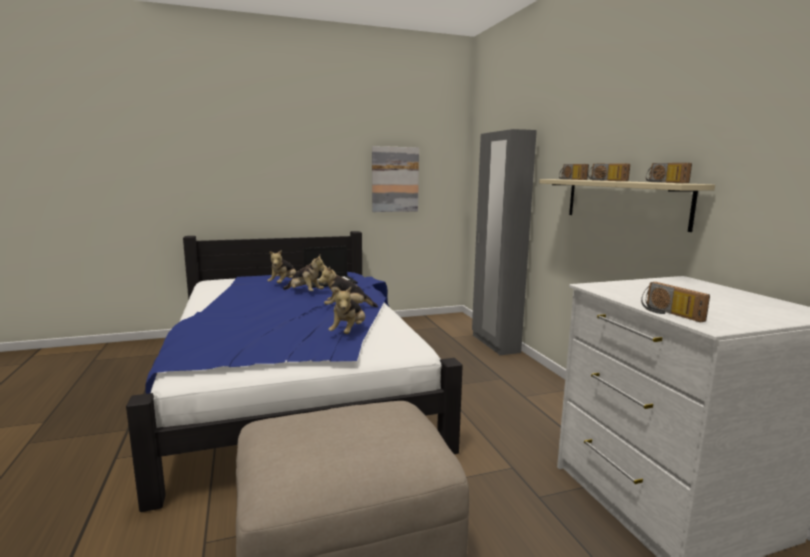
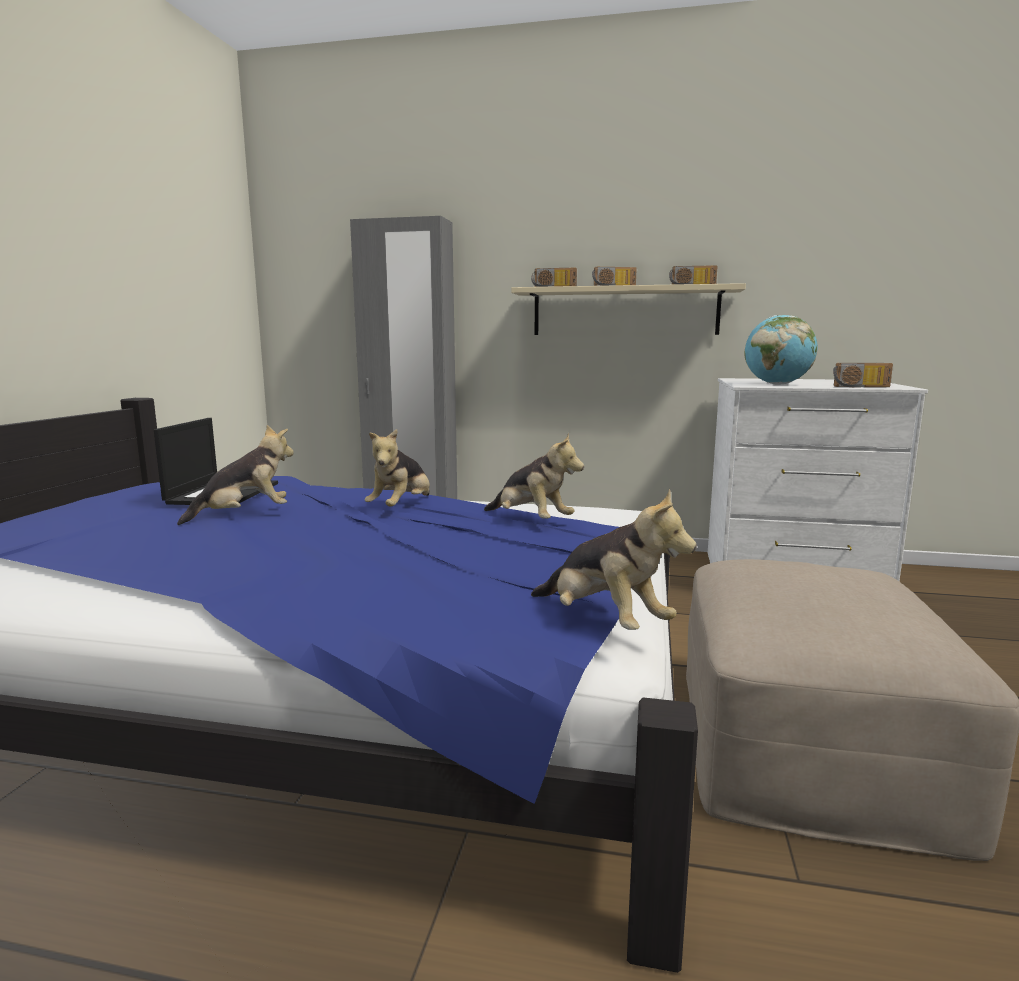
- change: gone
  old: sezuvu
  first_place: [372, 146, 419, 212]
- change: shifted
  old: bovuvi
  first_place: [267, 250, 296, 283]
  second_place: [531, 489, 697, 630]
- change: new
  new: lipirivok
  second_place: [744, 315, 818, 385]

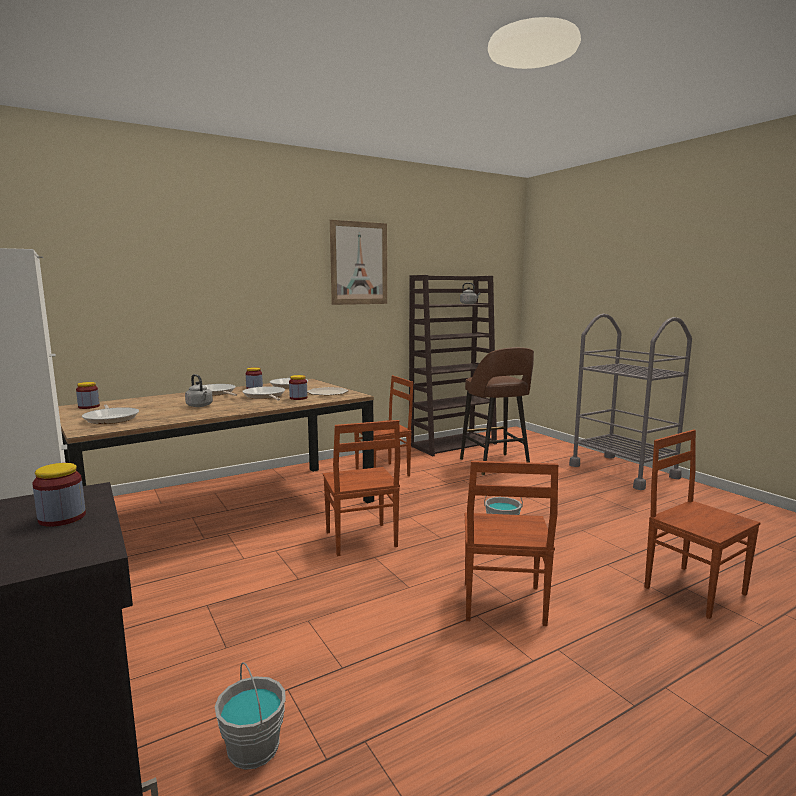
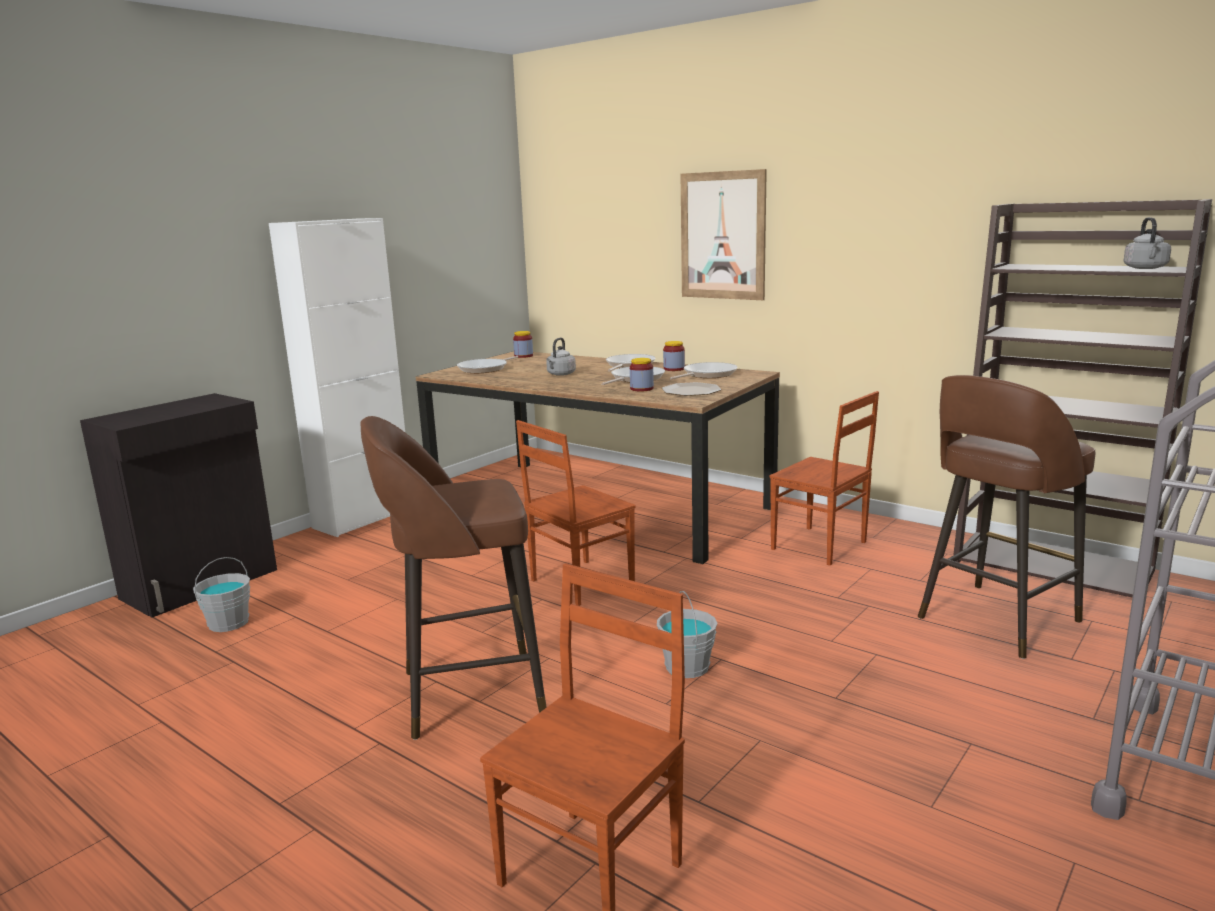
- change: shifted
  old: sezuvu
  first_place: [330, 220, 387, 305]
  second_place: [681, 169, 767, 300]
- change: swapped
  old: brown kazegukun
  new: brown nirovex
  first_place: [465, 461, 558, 626]
  second_place: [360, 416, 547, 740]
- change: gone
  old: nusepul
  first_place: [32, 463, 86, 527]

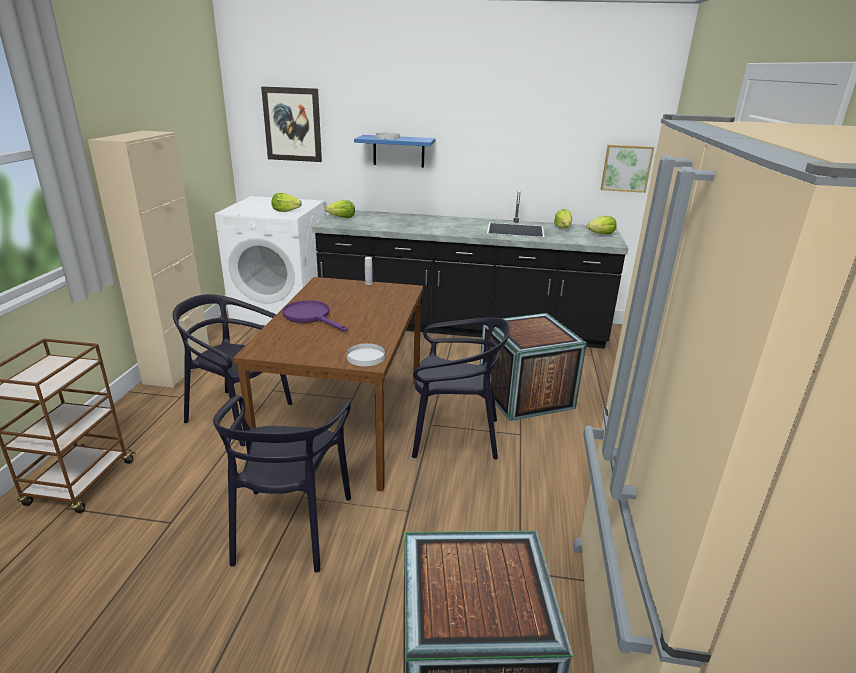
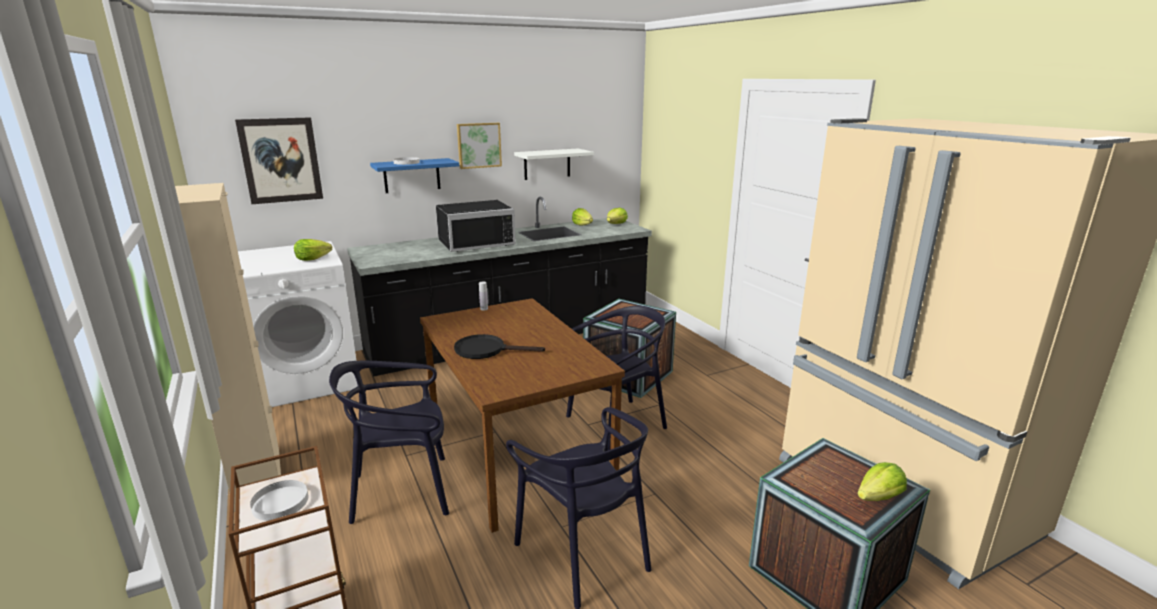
- change: shifted
  old: sezuvu
  first_place: [601, 145, 654, 193]
  second_place: [457, 123, 502, 169]
- change: shifted
  old: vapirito
  first_place: [326, 200, 355, 218]
  second_place: [857, 462, 907, 501]
- change: repainted
  old: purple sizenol
  new: black sizenol
  first_place: [282, 300, 348, 332]
  second_place: [454, 334, 545, 359]
- change: shifted
  old: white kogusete
  first_place: [347, 343, 385, 366]
  second_place: [250, 480, 309, 521]
- change: new
  new: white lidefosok
  second_place: [514, 149, 594, 180]
- change: new
  new: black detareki
  second_place: [436, 200, 516, 252]

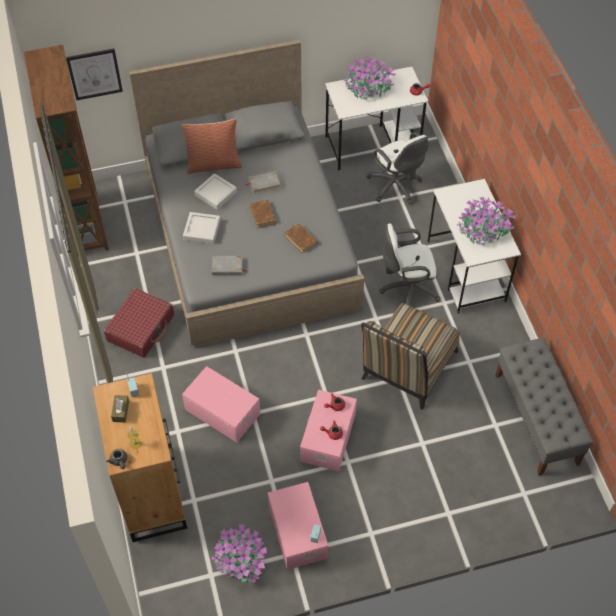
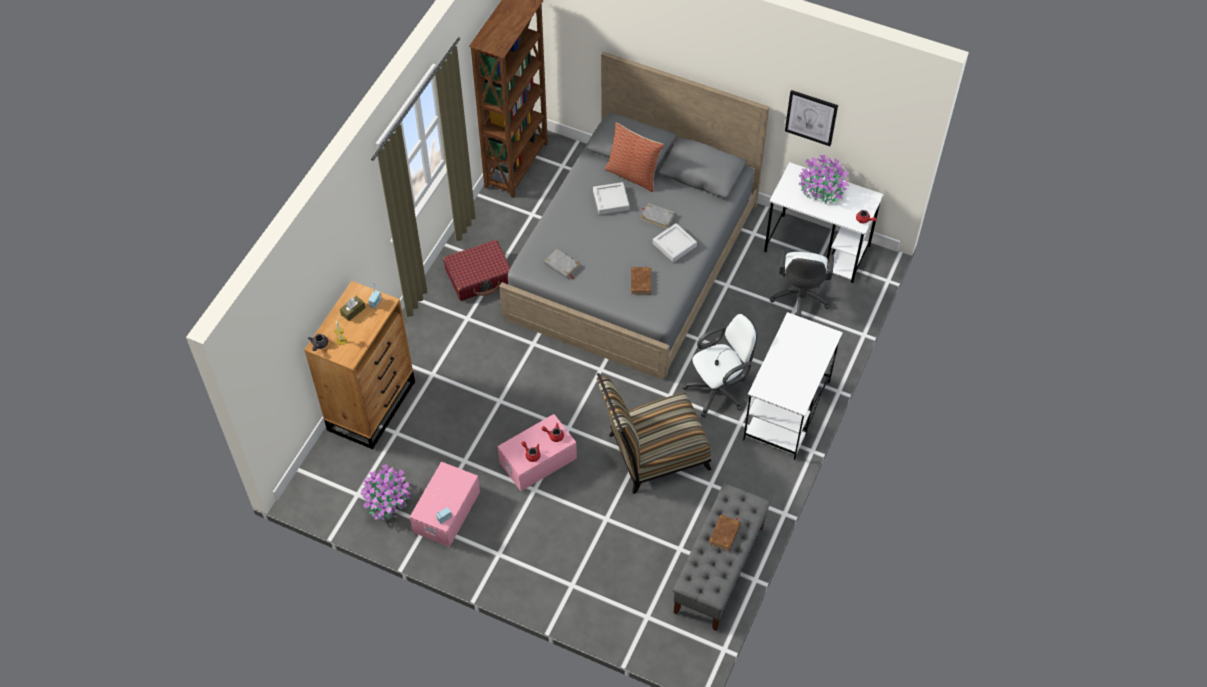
- change: shifted
  old: sezuvu
  first_place: [66, 49, 123, 100]
  second_place: [785, 90, 838, 146]
- change: gone
  old: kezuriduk
  first_place: [457, 197, 516, 245]
- change: shifted
  old: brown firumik
  first_place: [250, 200, 276, 228]
  second_place: [709, 514, 741, 552]
- change: shifted
  old: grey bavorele
  first_place: [183, 212, 220, 244]
  second_place: [653, 223, 697, 262]
- change: rotated
  old: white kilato
  first_place: [380, 224, 441, 306]
  second_place: [682, 314, 757, 418]
  degrees: 120
- change: gone
  old: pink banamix
  first_place: [182, 366, 260, 442]

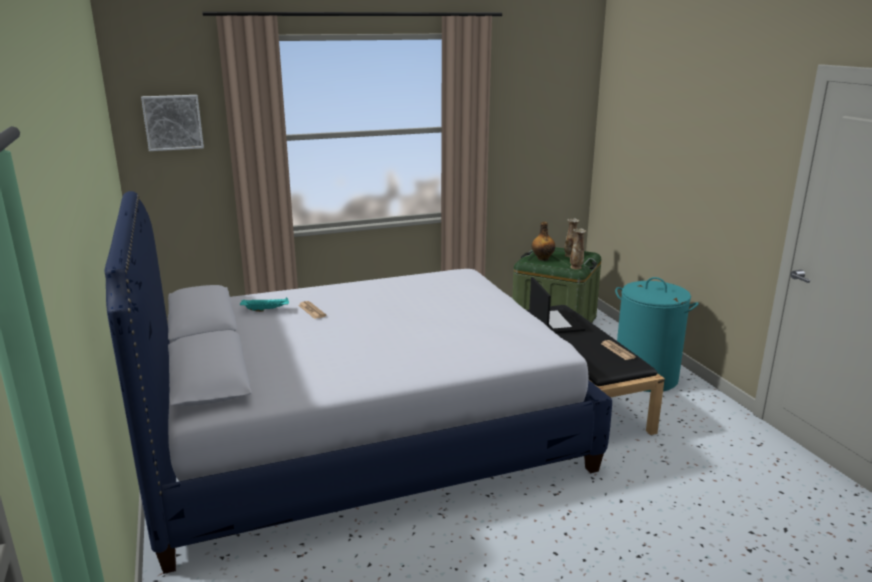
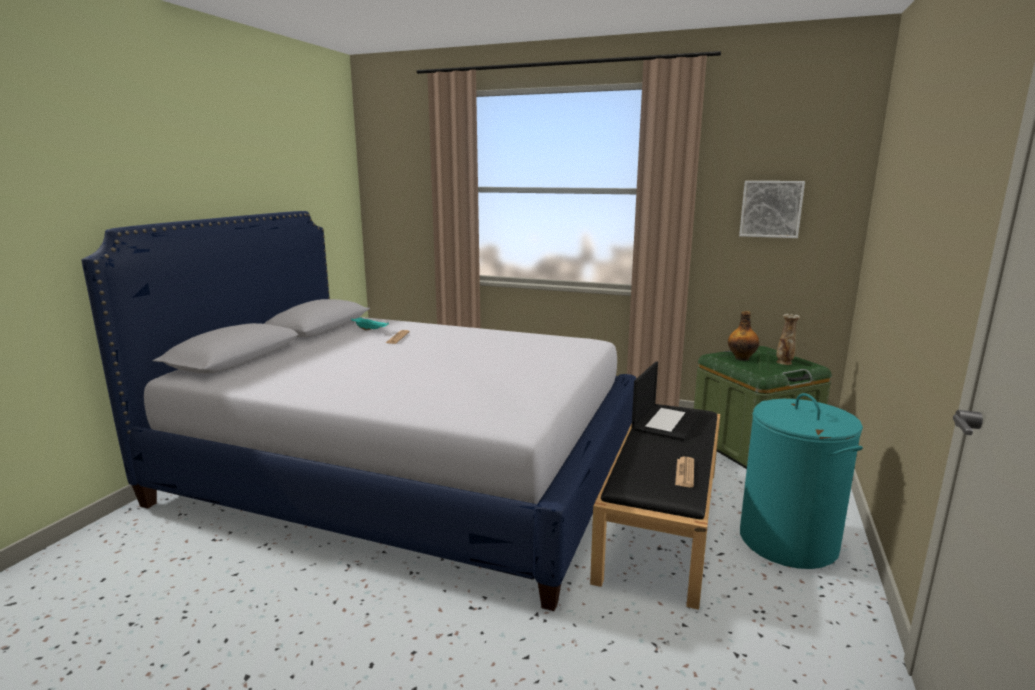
- change: shifted
  old: sezuvu
  first_place: [141, 95, 204, 151]
  second_place: [739, 181, 805, 238]
- change: gone
  old: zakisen
  first_place: [570, 229, 586, 270]

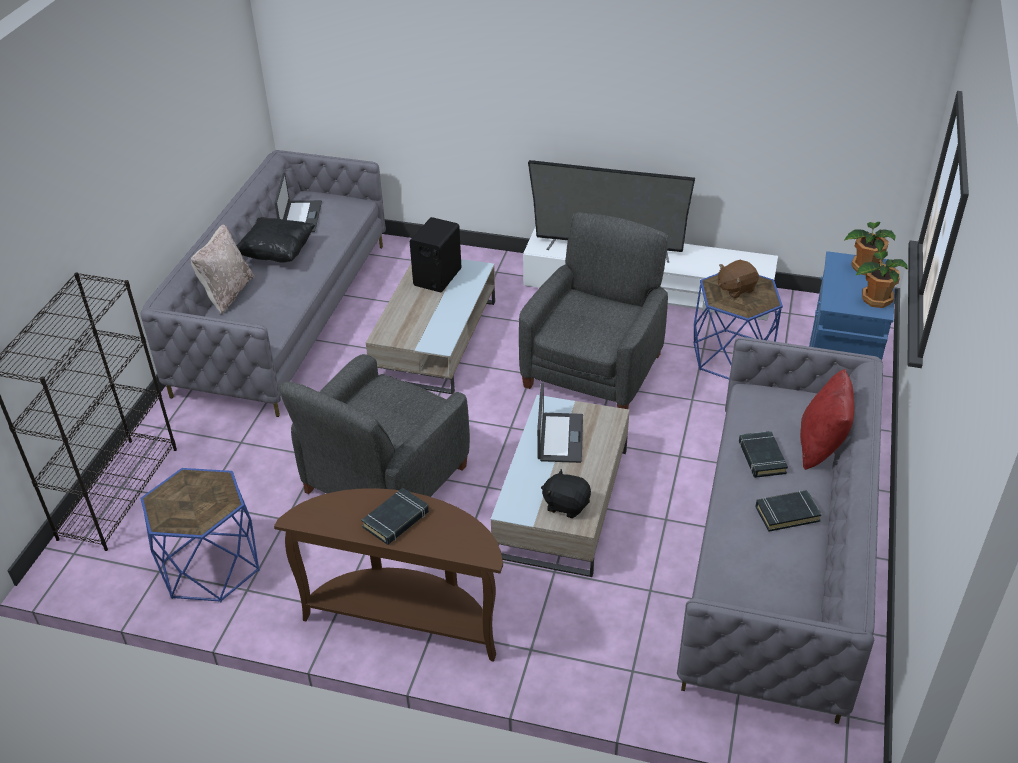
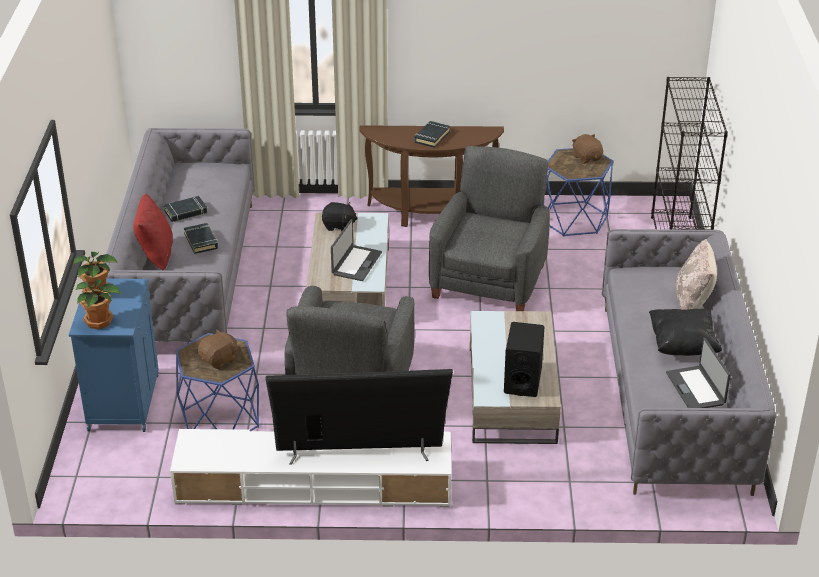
- change: rotated
  old: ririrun
  first_place: [537, 383, 583, 463]
  second_place: [331, 219, 382, 281]
  degrees: -150
- change: new
  new: brown bovuvi
  second_place: [572, 134, 603, 164]

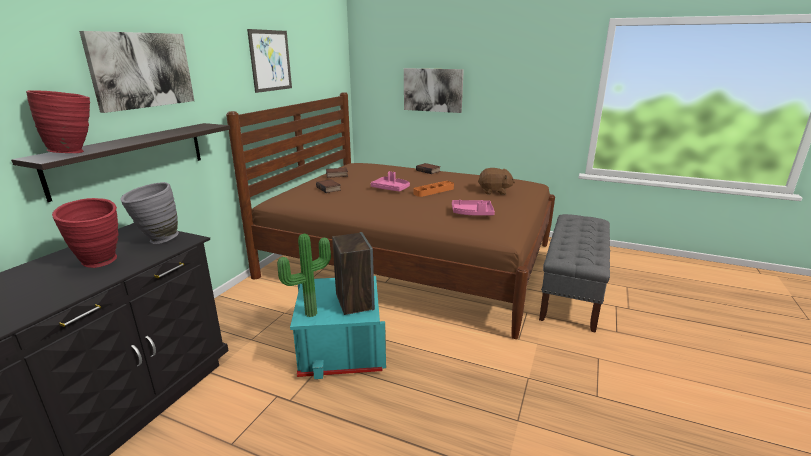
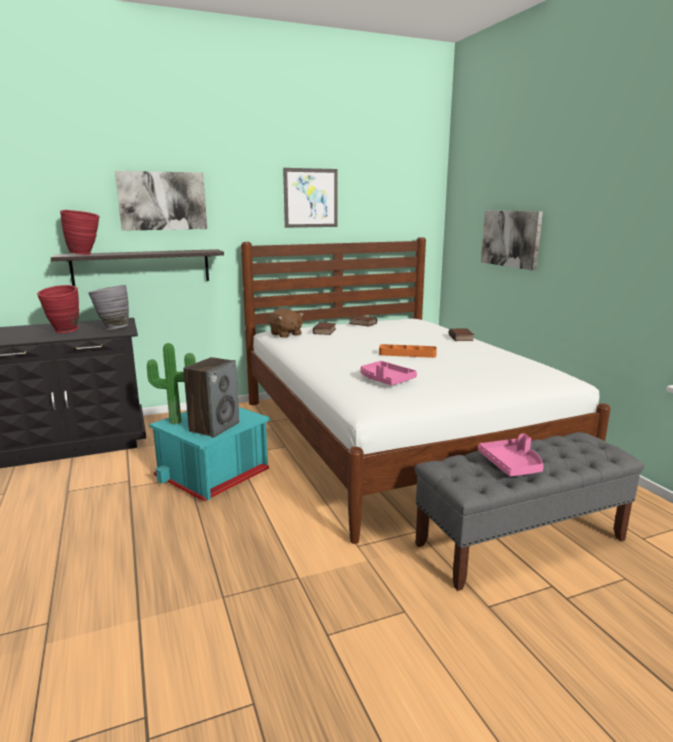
- change: repainted
  old: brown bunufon
  new: white bunufon
  first_place: [226, 92, 555, 339]
  second_place: [241, 237, 611, 544]
- change: shifted
  old: brown bovuvi
  first_place: [478, 168, 515, 195]
  second_place: [269, 308, 303, 338]
- change: shifted
  old: pink bavorele
  first_place: [371, 171, 410, 192]
  second_place: [478, 433, 544, 477]

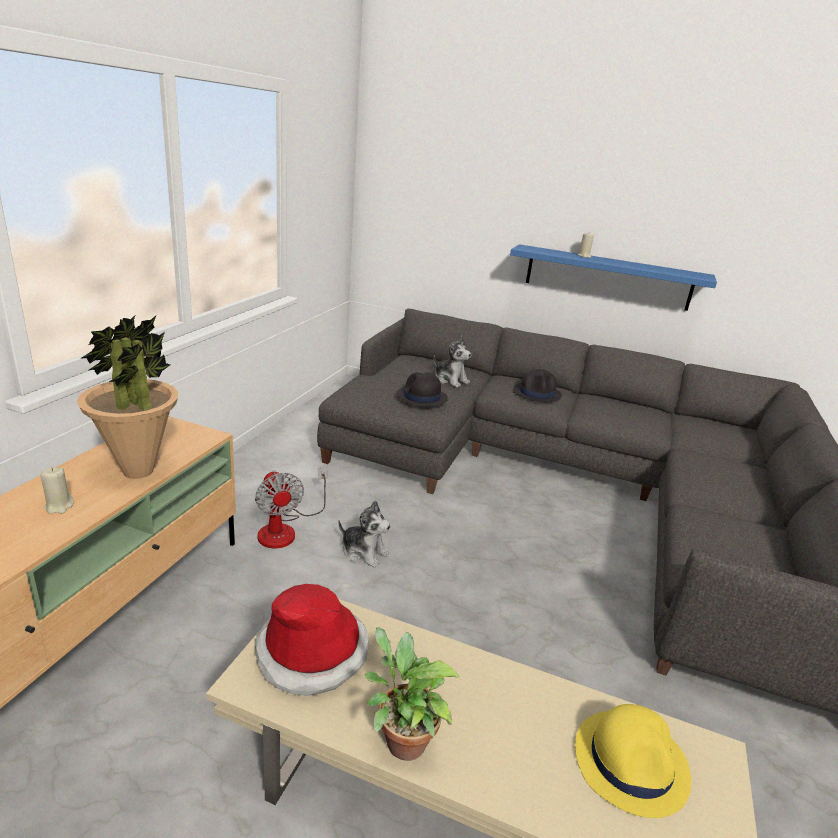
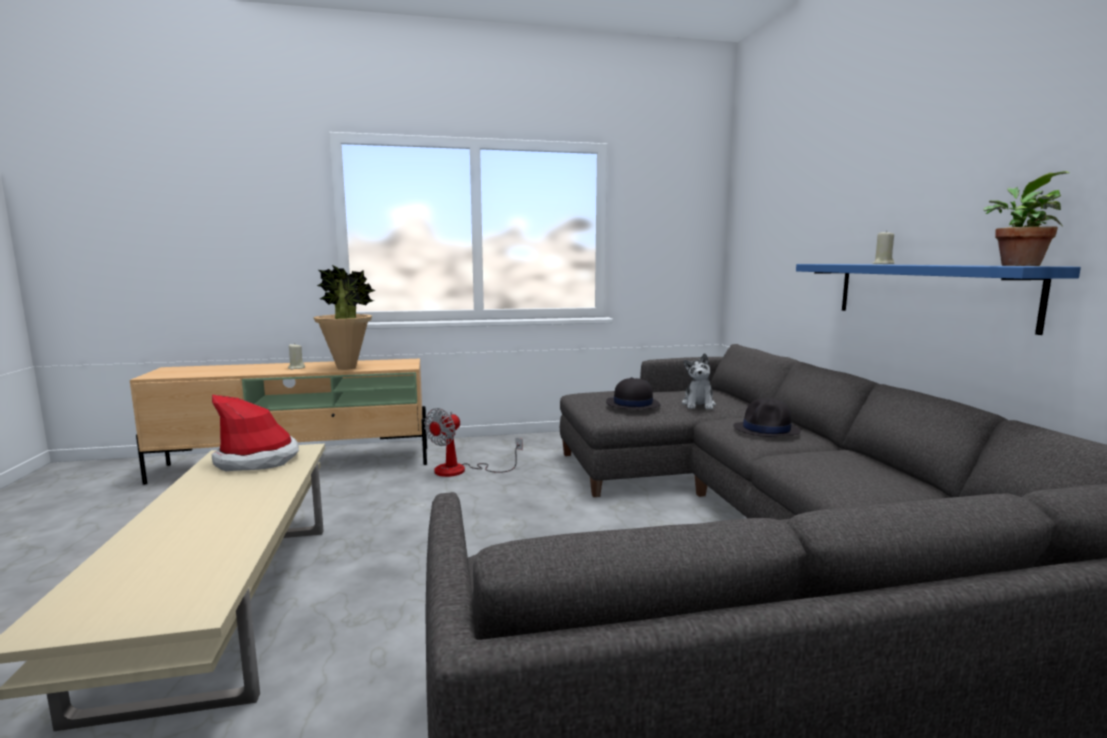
- change: gone
  old: bovuvi
  first_place: [338, 500, 390, 567]
- change: shifted
  old: kezuriduk
  first_place: [365, 627, 460, 761]
  second_place: [983, 171, 1069, 266]
- change: gone
  old: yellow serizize
  first_place: [575, 704, 691, 818]

